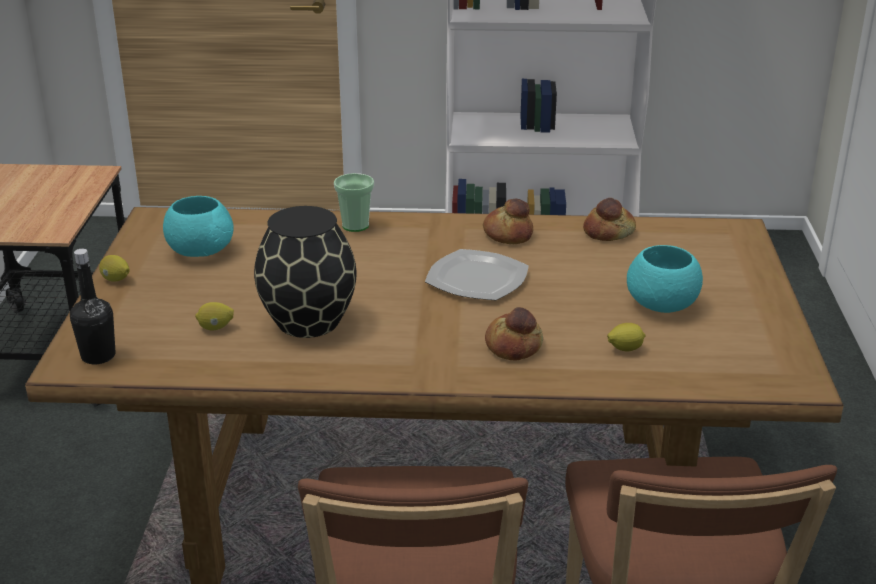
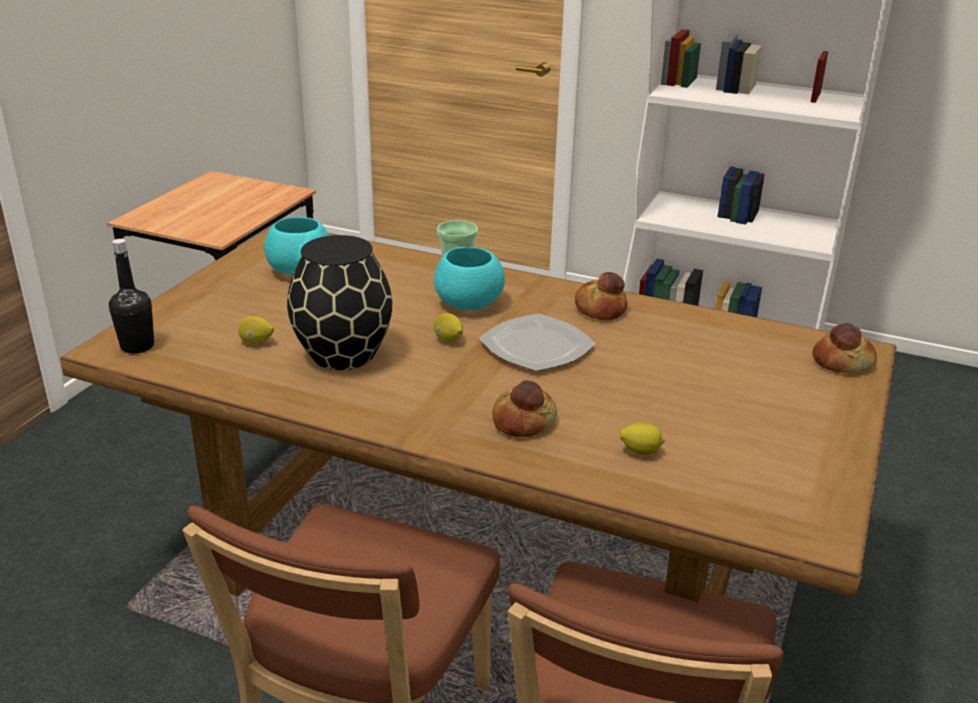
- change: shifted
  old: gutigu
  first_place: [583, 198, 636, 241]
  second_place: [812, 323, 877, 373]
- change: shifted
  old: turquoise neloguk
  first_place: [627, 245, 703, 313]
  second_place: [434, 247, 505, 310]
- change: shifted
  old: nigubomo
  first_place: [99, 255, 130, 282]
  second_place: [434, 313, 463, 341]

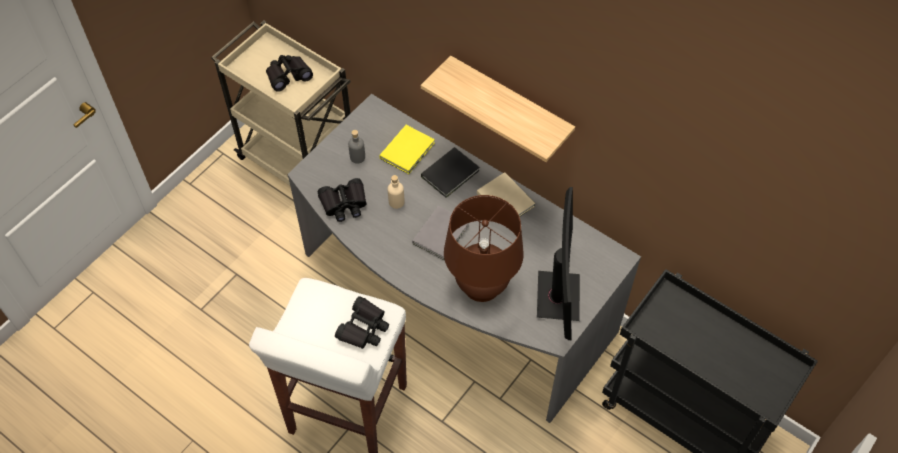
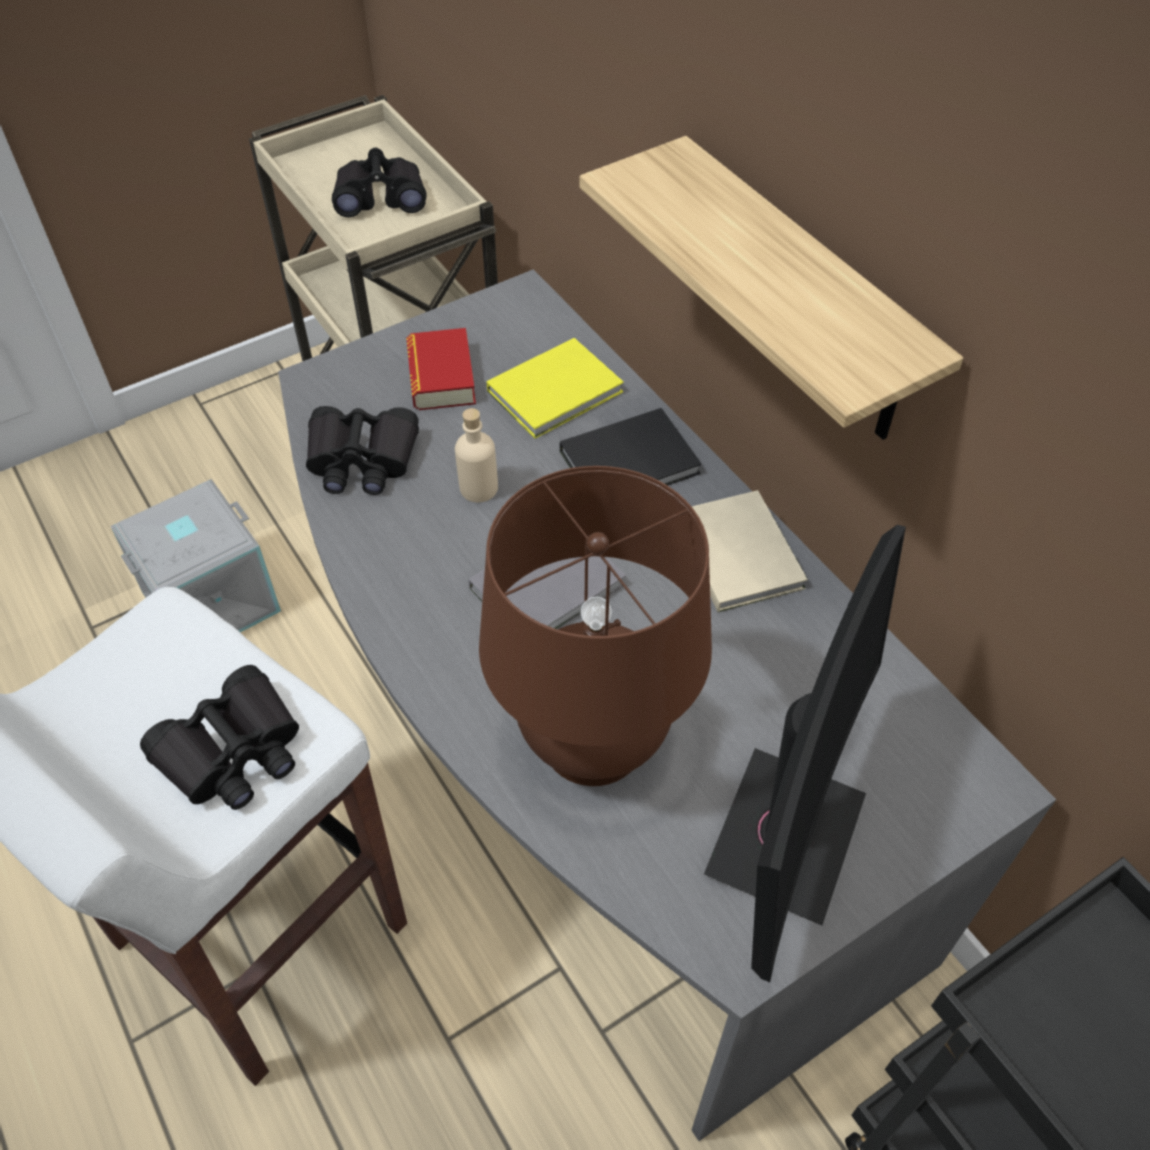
- change: swapped
  old: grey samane
  new: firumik
  first_place: [348, 130, 365, 164]
  second_place: [406, 328, 476, 410]
- change: new
  new: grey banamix
  second_place: [111, 479, 281, 632]

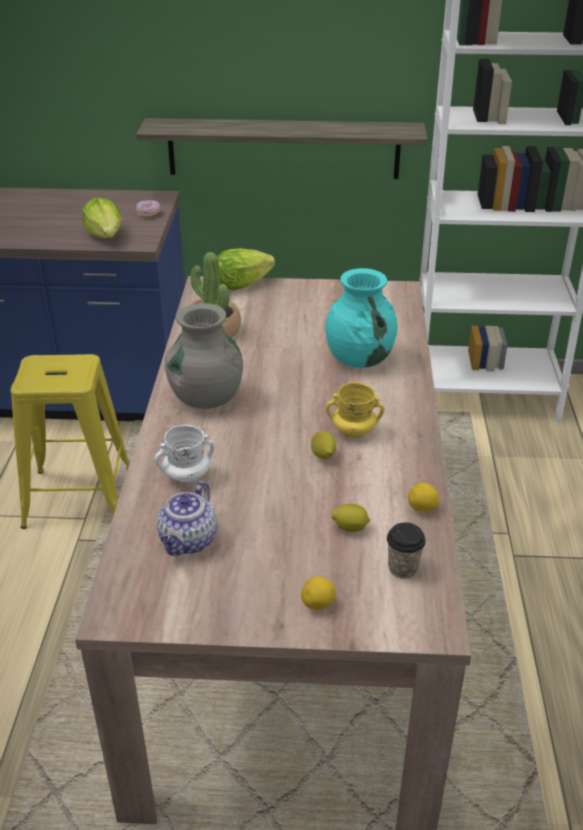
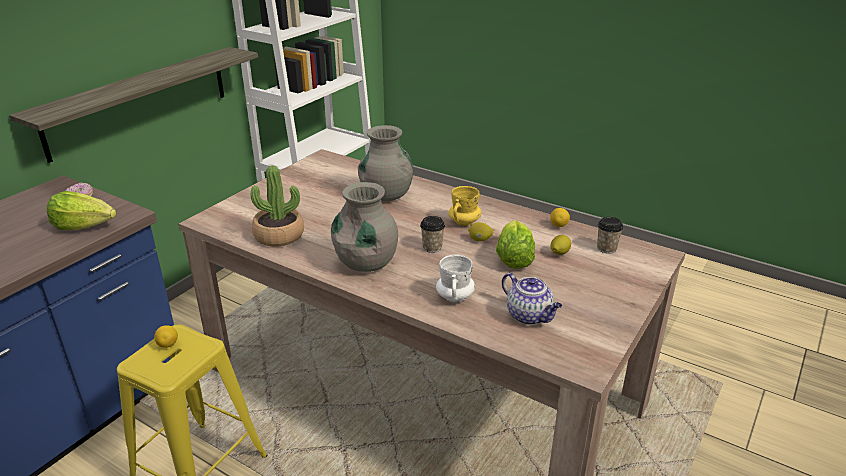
- change: shifted
  old: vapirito
  first_place: [217, 248, 275, 290]
  second_place: [496, 220, 535, 269]
- change: repainted
  old: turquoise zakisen
  new: grey zakisen
  first_place: [325, 268, 397, 368]
  second_place: [358, 125, 413, 201]
- change: shifted
  old: nigubomo
  first_place: [301, 577, 336, 610]
  second_place: [154, 325, 178, 348]
- change: new
  new: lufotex
  second_place: [420, 216, 445, 253]

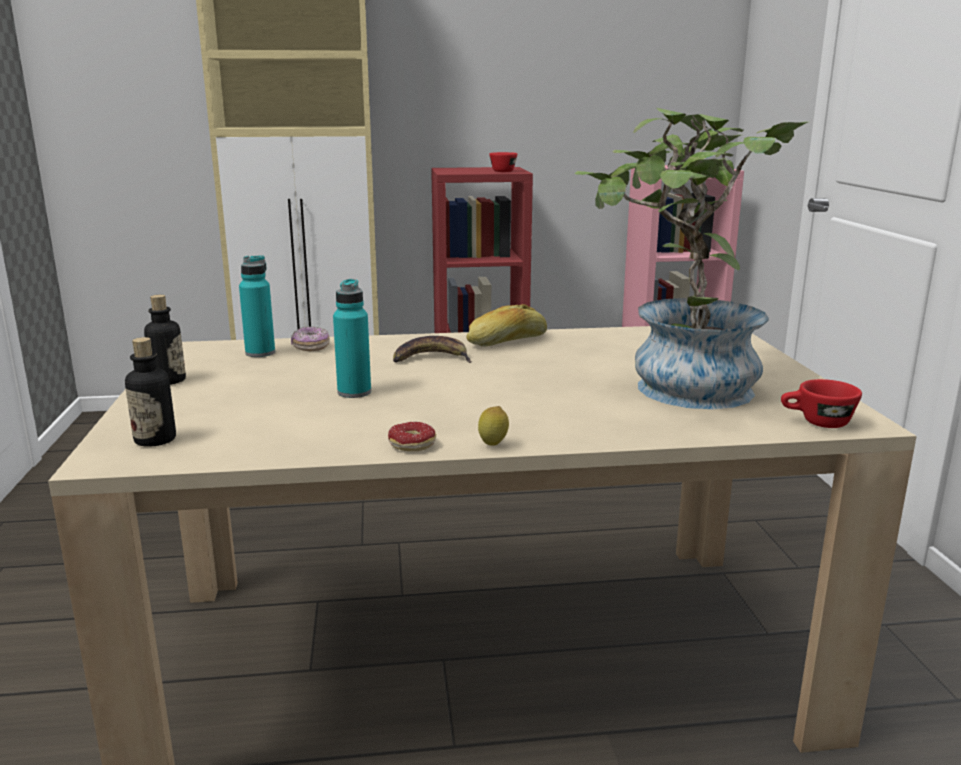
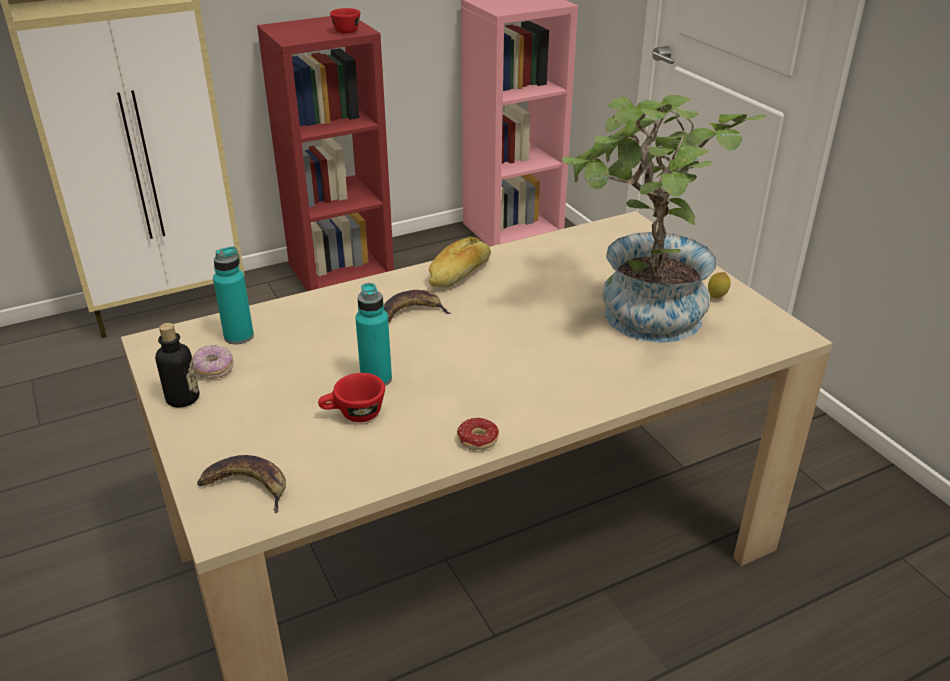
- change: shifted
  old: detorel
  first_place: [291, 326, 330, 351]
  second_place: [192, 345, 234, 379]
- change: swapped
  old: samane
  new: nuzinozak
  first_place: [125, 337, 176, 447]
  second_place: [197, 455, 286, 513]
- change: shifted
  old: red lufotex
  first_place: [781, 379, 862, 428]
  second_place: [318, 373, 385, 422]
- change: shifted
  old: nigubomo
  first_place: [478, 406, 509, 446]
  second_place: [708, 272, 731, 299]

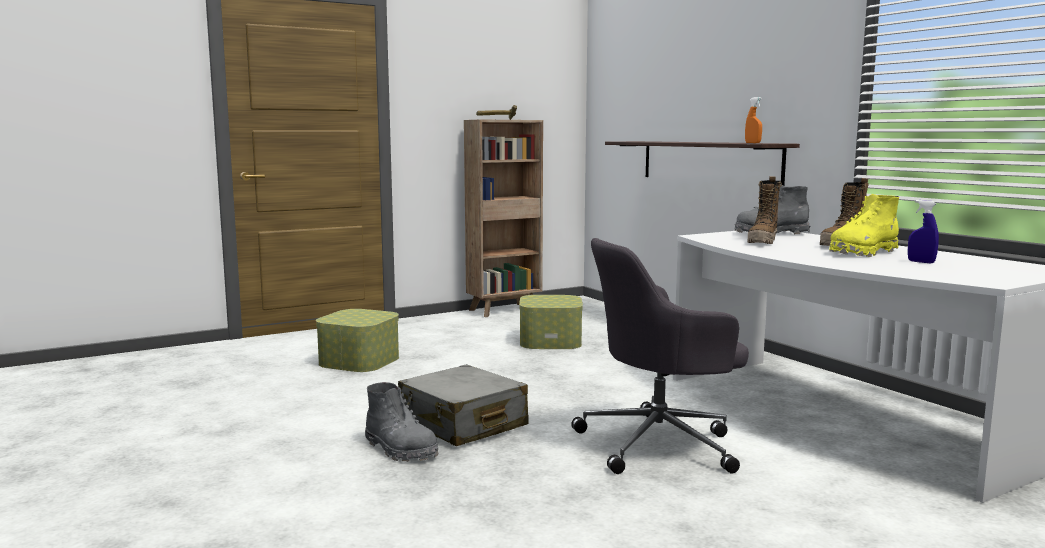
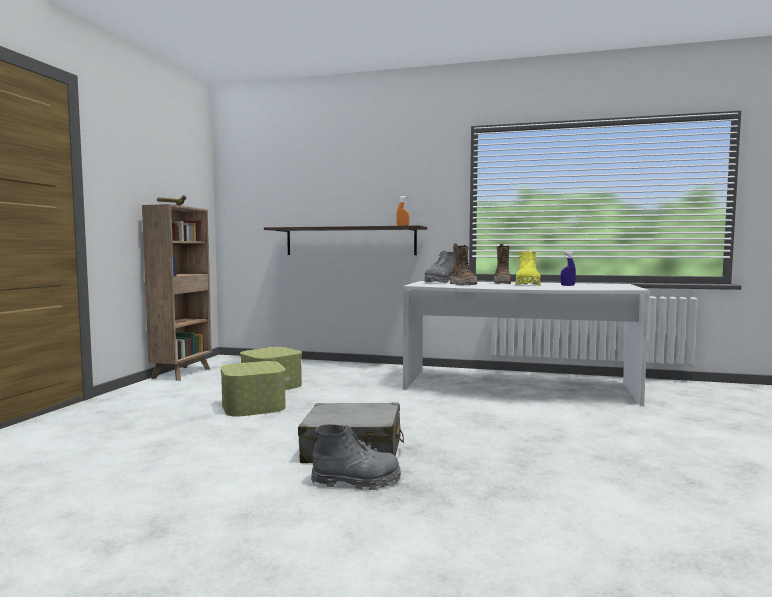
- change: gone
  old: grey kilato
  first_place: [571, 238, 749, 474]
- change: shifted
  old: banamix
  first_place: [316, 309, 399, 372]
  second_place: [220, 361, 286, 417]

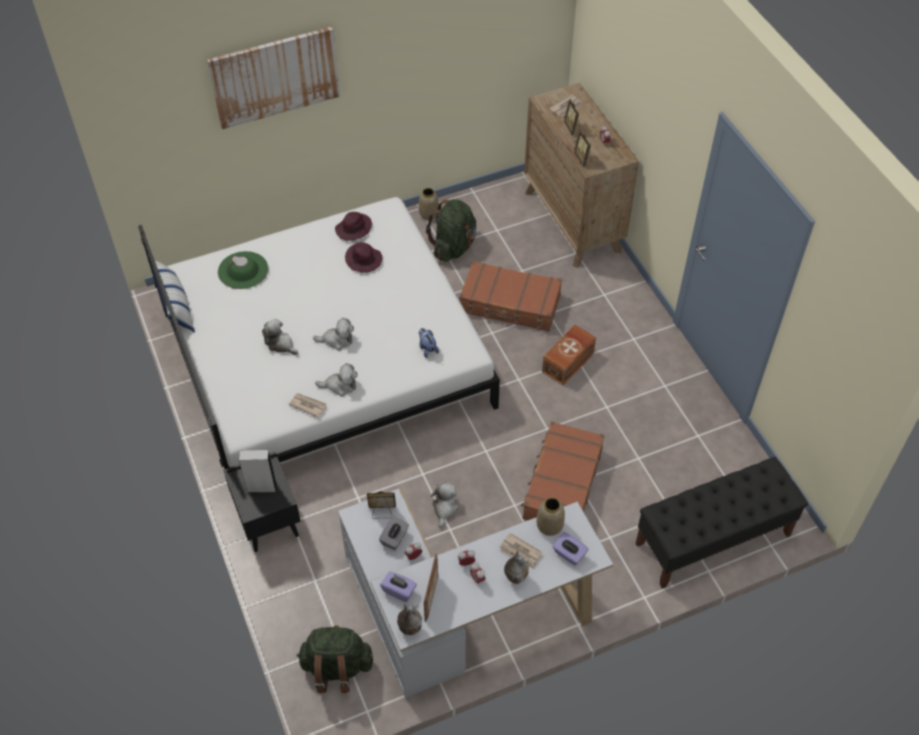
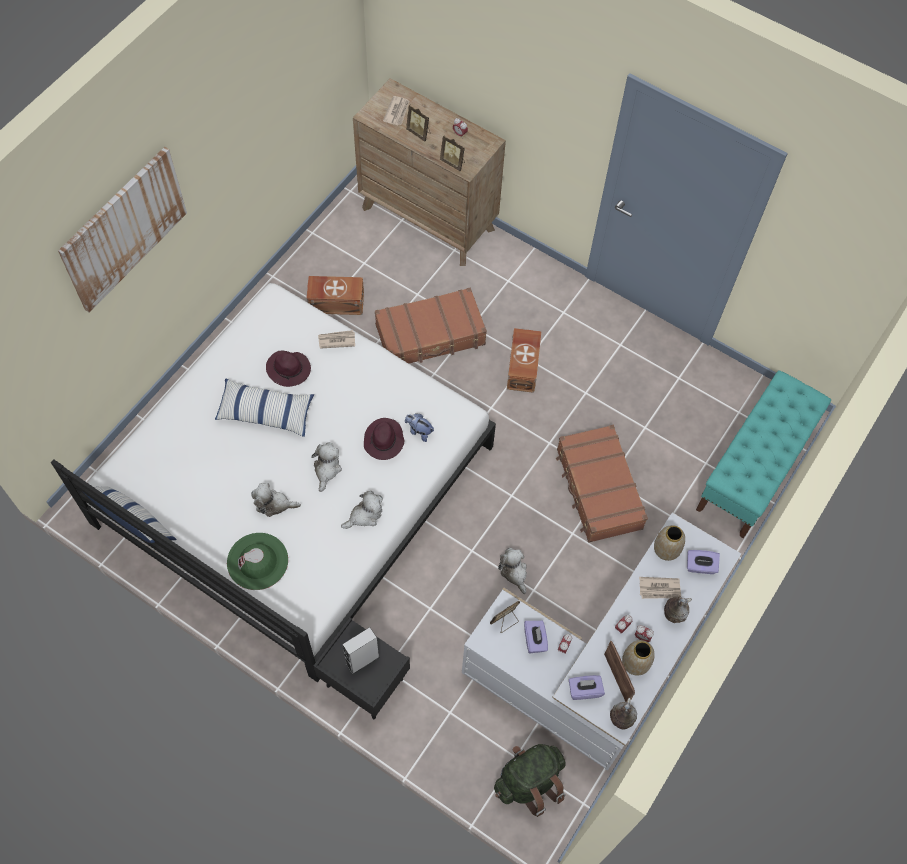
- change: shifted
  old: zakisen
  first_place: [419, 188, 439, 220]
  second_place: [622, 640, 655, 676]
- change: swapped
  old: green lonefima
  new: brown banamix
  first_place: [426, 199, 476, 262]
  second_place: [306, 276, 364, 315]
- change: shifted
  old: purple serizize
  first_place: [335, 212, 372, 241]
  second_place: [364, 418, 404, 460]
- change: shifted
  old: green serizize
  first_place: [218, 251, 268, 289]
  second_place: [227, 533, 288, 590]
- change: rotated
  old: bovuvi
  first_place: [313, 318, 354, 350]
  second_place: [311, 443, 342, 492]
  degrees: -45
- change: shifted
  old: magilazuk
  first_place: [289, 393, 327, 418]
  second_place: [318, 330, 355, 349]
- change: repainted
  old: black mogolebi
  new: turquoise mogolebi
  first_place: [636, 457, 808, 588]
  second_place: [696, 370, 831, 538]
- change: repainted
  old: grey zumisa
  new: purple zumisa
  first_place: [379, 516, 409, 550]
  second_place: [524, 621, 548, 653]
- change: new
  new: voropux
  second_place: [215, 378, 314, 437]

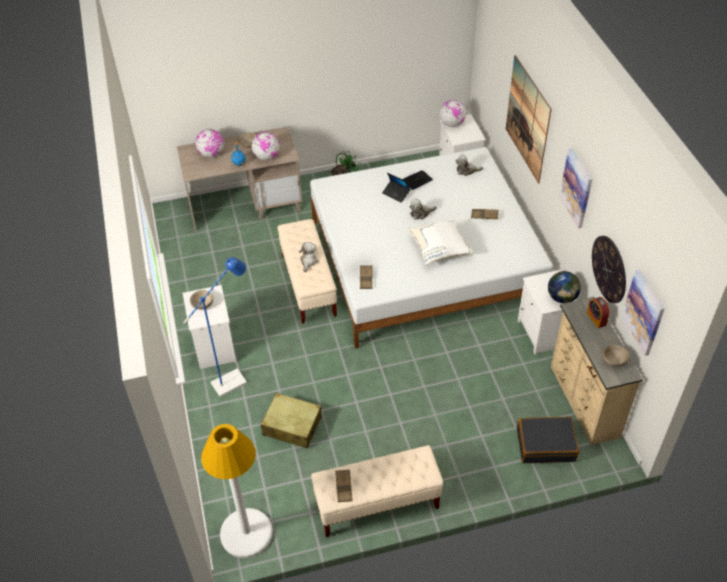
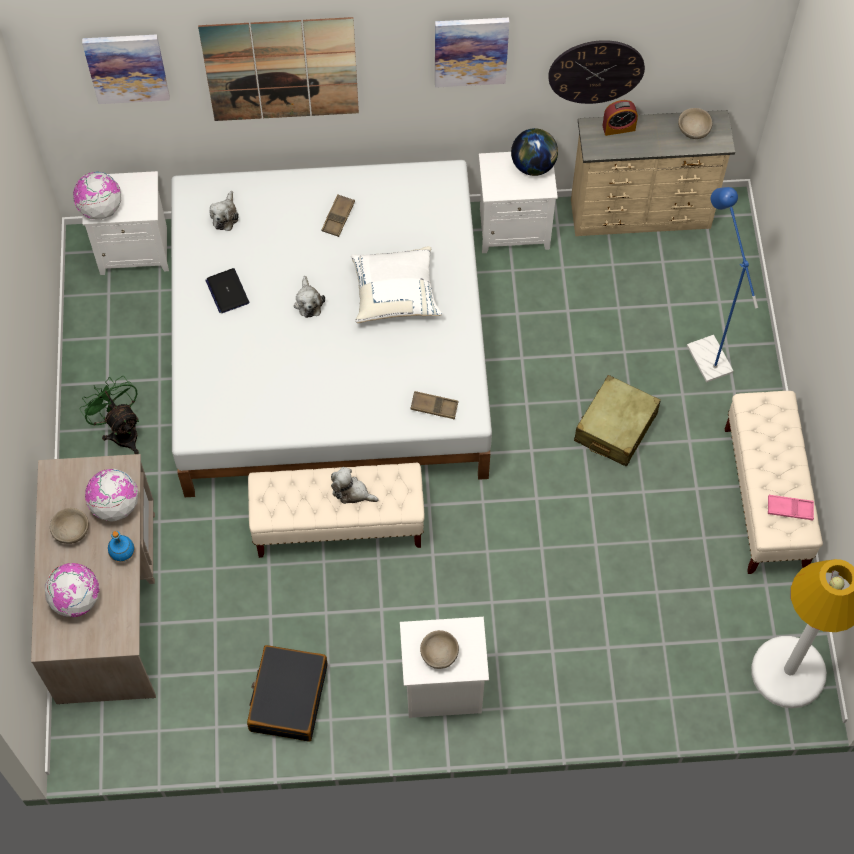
- change: gone
  old: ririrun
  first_place: [382, 173, 410, 203]
- change: shifted
  old: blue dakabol
  first_place: [183, 257, 247, 397]
  second_place: [687, 187, 758, 382]
- change: shifted
  old: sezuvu
  first_place: [622, 270, 665, 356]
  second_place: [82, 34, 170, 104]
- change: shifted
  old: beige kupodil
  first_place: [261, 393, 322, 449]
  second_place: [574, 375, 661, 467]
- change: shifted
  old: black kupodil
  first_place: [517, 417, 579, 463]
  second_place: [247, 645, 327, 742]
- change: repainted
  old: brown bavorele
  new: pink bavorele
  first_place: [335, 469, 353, 502]
  second_place: [768, 495, 814, 521]

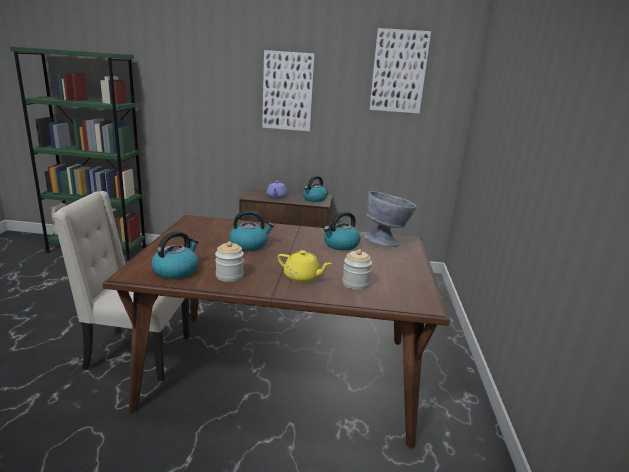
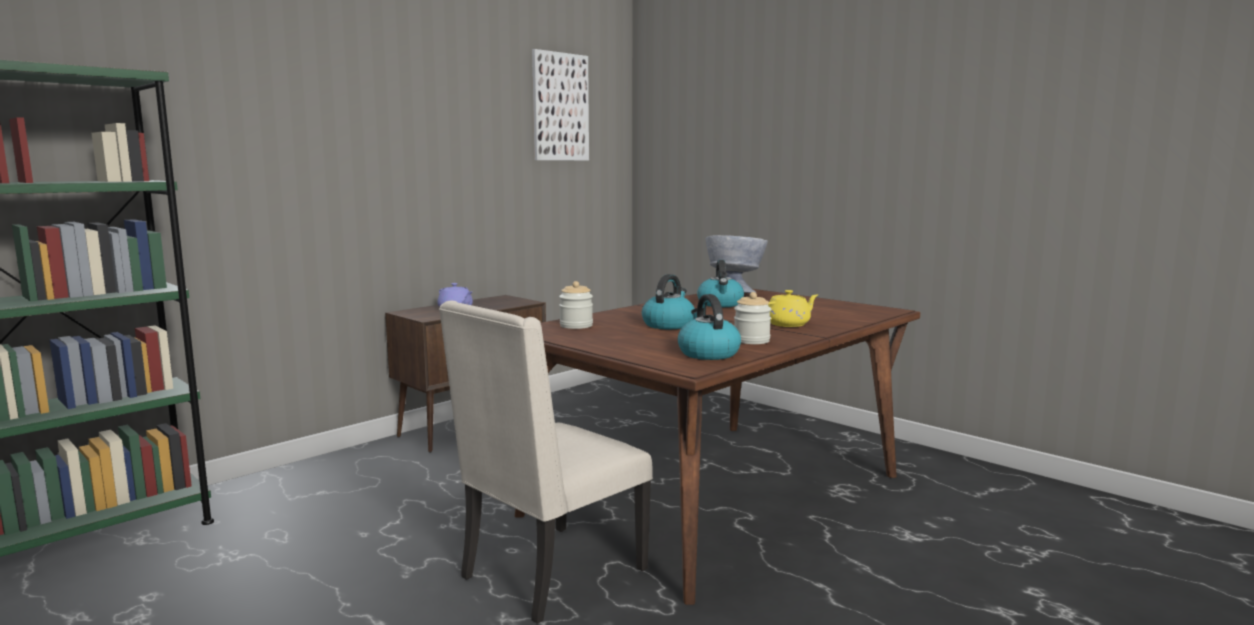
- change: gone
  old: sezuvu
  first_place: [262, 50, 315, 131]
- change: gone
  old: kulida
  first_place: [302, 176, 327, 202]
- change: shifted
  old: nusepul
  first_place: [342, 249, 372, 290]
  second_place: [559, 281, 593, 329]

